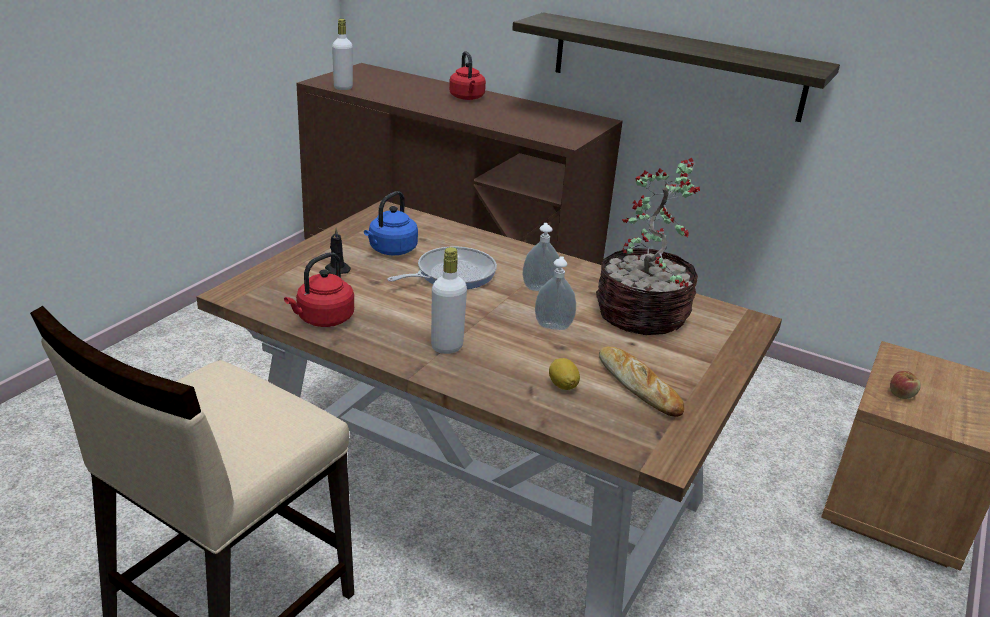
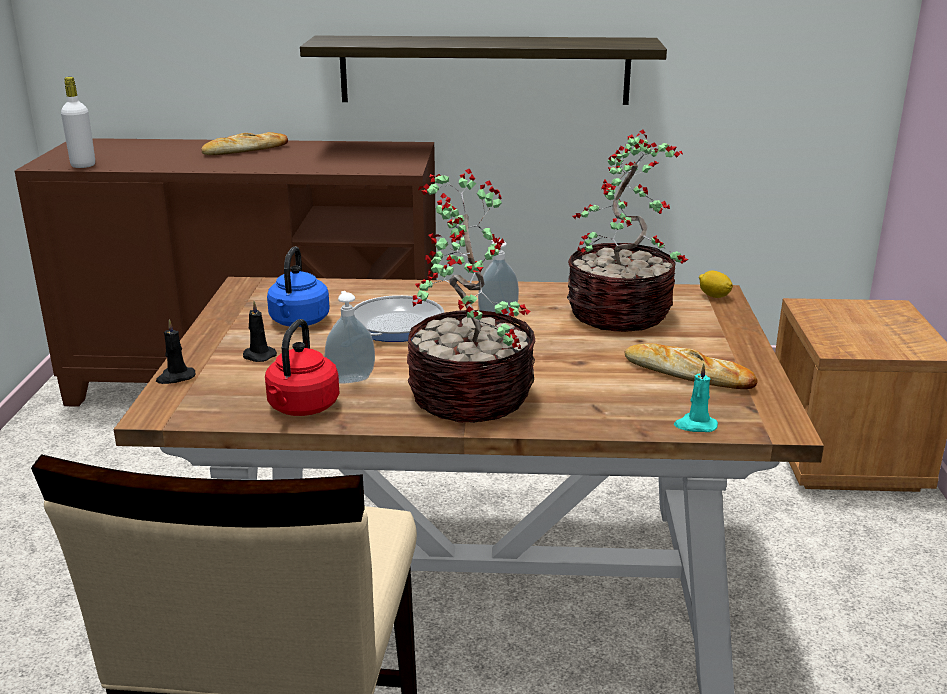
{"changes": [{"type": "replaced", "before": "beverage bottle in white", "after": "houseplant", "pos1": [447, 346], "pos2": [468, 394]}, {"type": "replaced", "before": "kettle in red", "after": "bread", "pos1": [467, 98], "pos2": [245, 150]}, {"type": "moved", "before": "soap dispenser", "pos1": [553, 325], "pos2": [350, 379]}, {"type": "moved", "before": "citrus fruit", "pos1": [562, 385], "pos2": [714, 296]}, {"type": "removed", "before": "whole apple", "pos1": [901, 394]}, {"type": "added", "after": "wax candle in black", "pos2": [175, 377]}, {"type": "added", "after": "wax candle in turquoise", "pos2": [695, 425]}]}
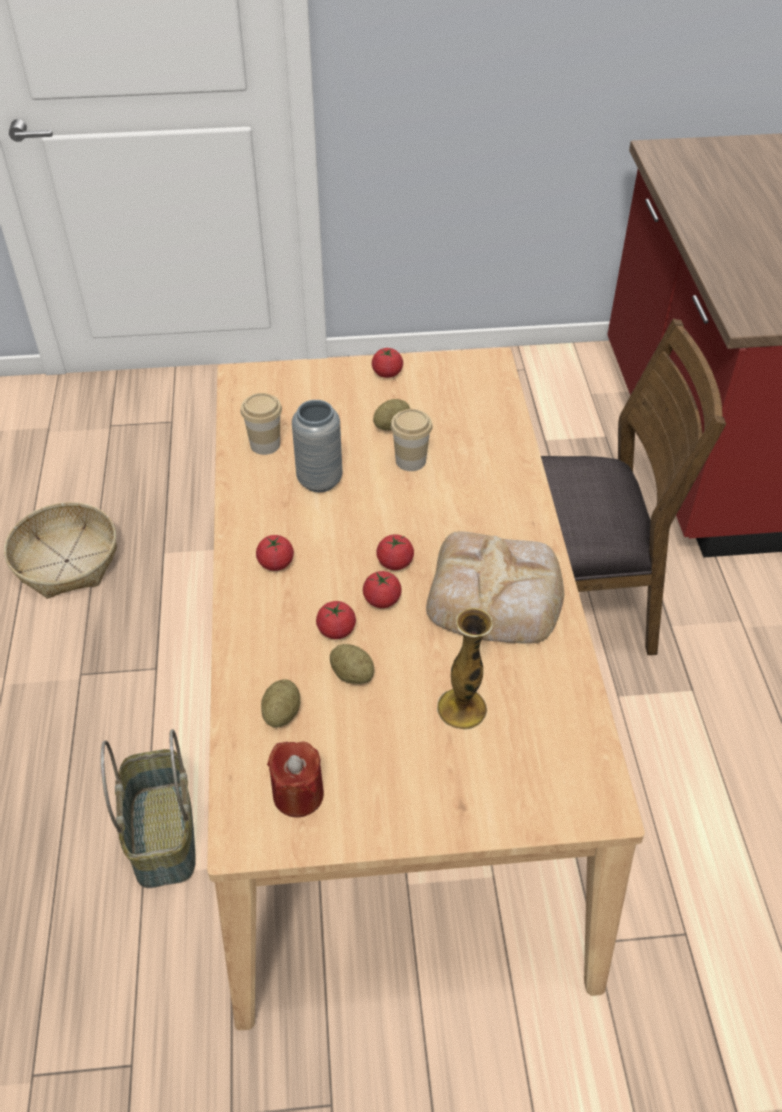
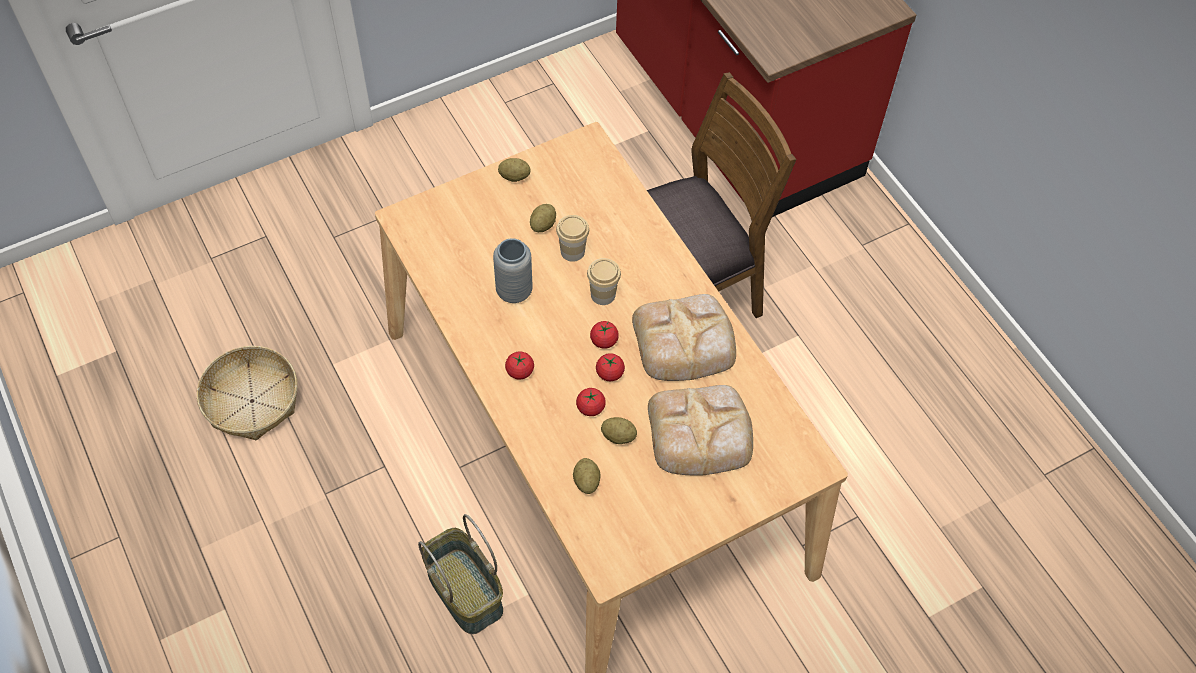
{"changes": [{"type": "moved", "before": "cup", "pos1": [265, 444], "pos2": [603, 294]}, {"type": "removed", "before": "wax candle in red", "pos1": [298, 794]}, {"type": "replaced", "before": "whole tomato", "after": "spud", "pos1": [387, 373], "pos2": [514, 177]}, {"type": "replaced", "before": "vase", "after": "bread", "pos1": [461, 709], "pos2": [701, 434]}]}
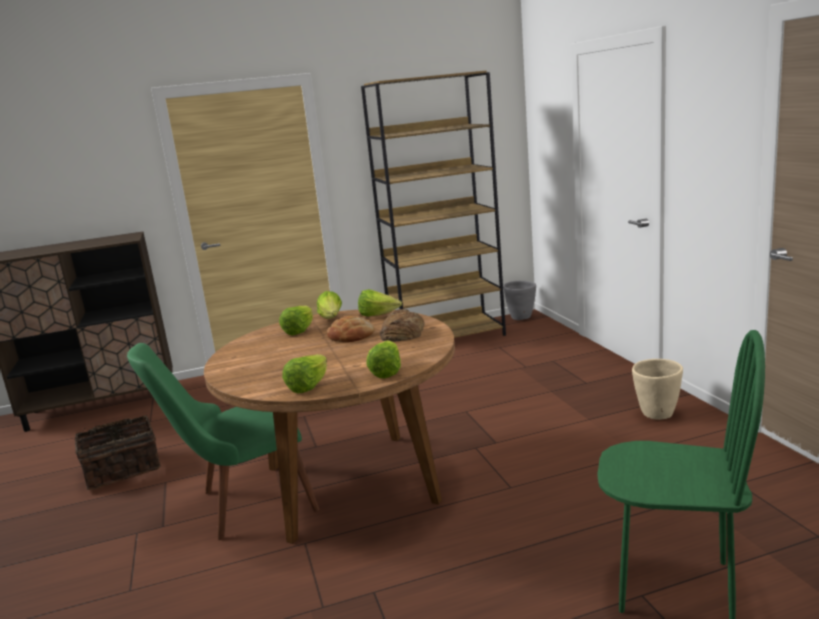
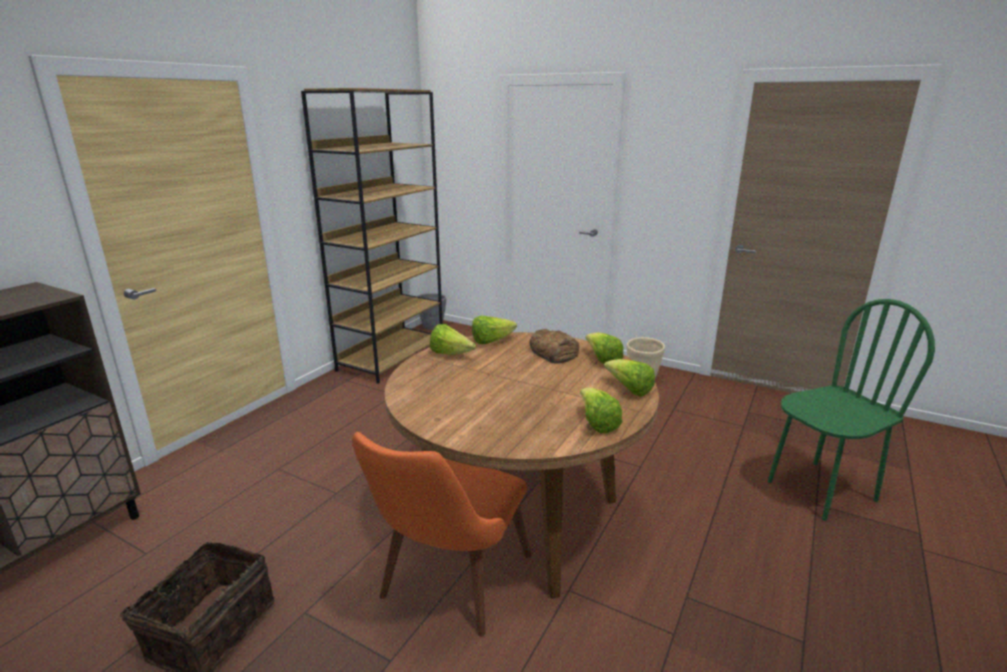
{"changes": [{"type": "recoloured", "before": "plain chair in greenish", "after": "plain chair in orange", "pos1": [242, 505], "pos2": [448, 589]}, {"type": "moved", "before": "lettuce", "pos1": [299, 331], "pos2": [602, 360]}, {"type": "removed", "before": "bread", "pos1": [351, 335]}]}
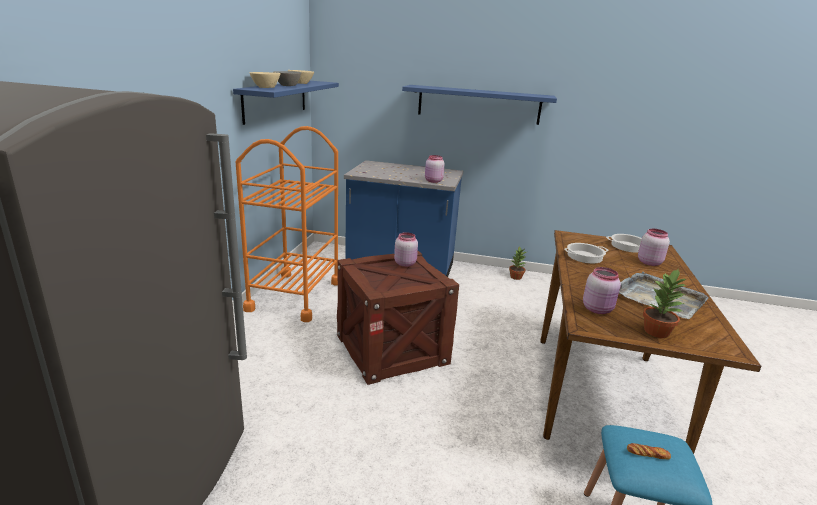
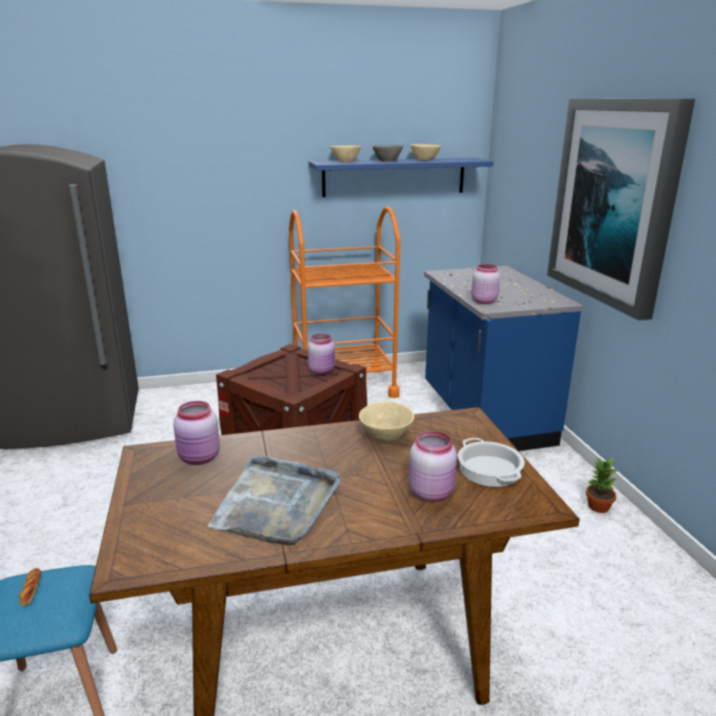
{"changes": [{"type": "replaced", "before": "shelf in bluish", "after": "picture", "pos1": [478, 104], "pos2": [614, 202]}, {"type": "replaced", "before": "saucepot", "after": "bowl in beige", "pos1": [584, 257], "pos2": [384, 437]}, {"type": "removed", "before": "houseplant", "pos1": [657, 332]}]}
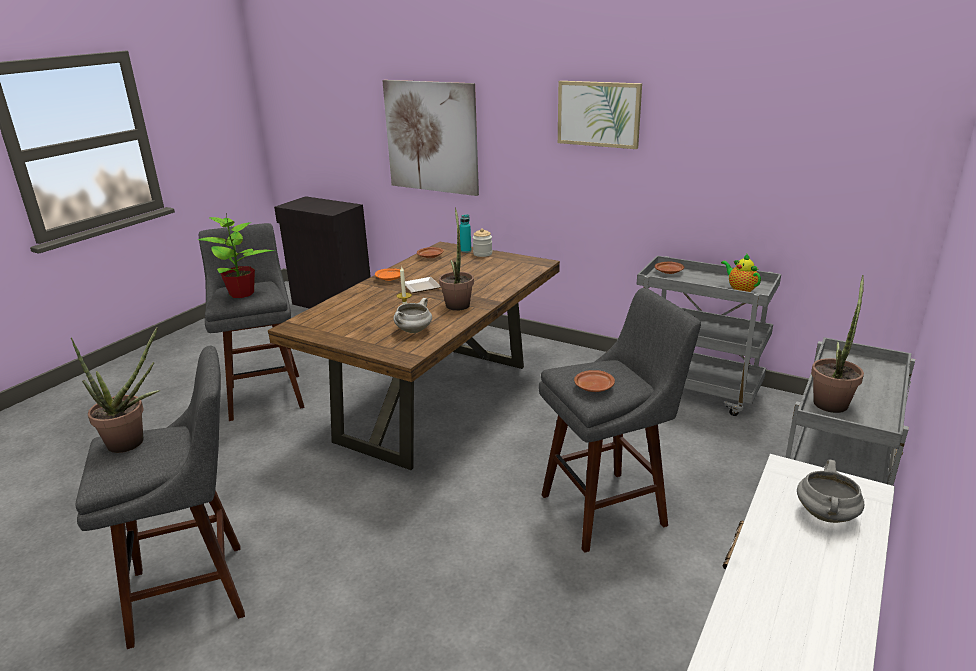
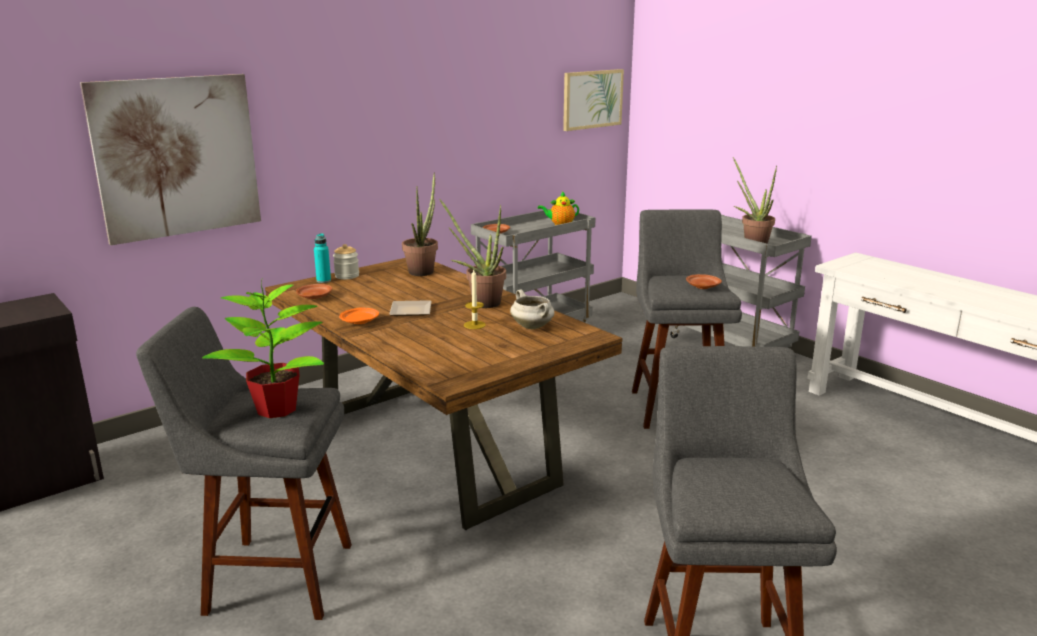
{"changes": [{"type": "moved", "before": "houseplant", "pos1": [134, 443], "pos2": [423, 270]}, {"type": "moved", "before": "picture", "pos1": [599, 114], "pos2": [592, 99]}, {"type": "removed", "before": "saucepot in gray", "pos1": [826, 516]}]}
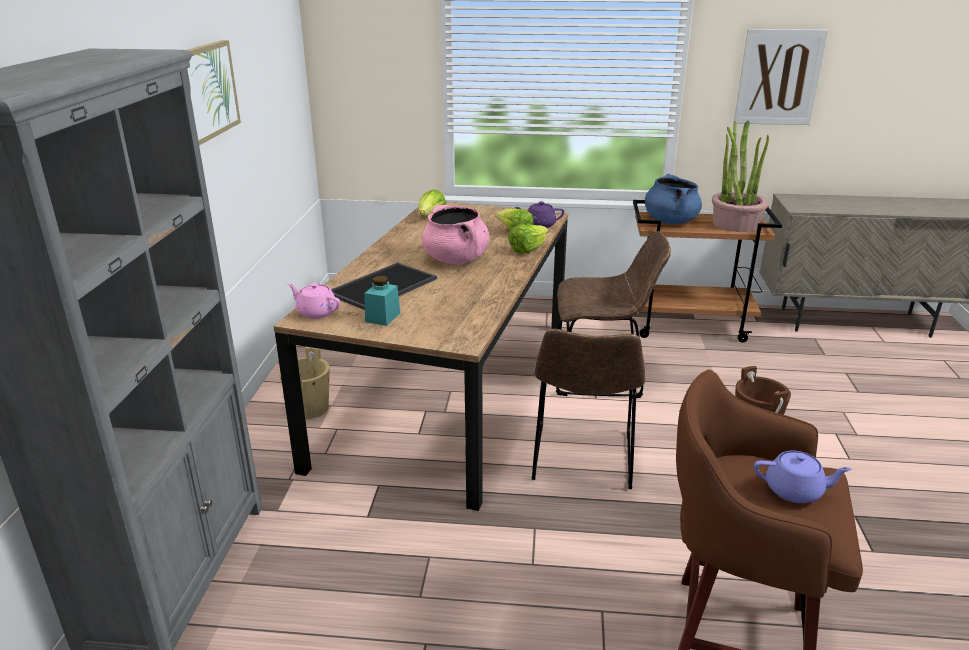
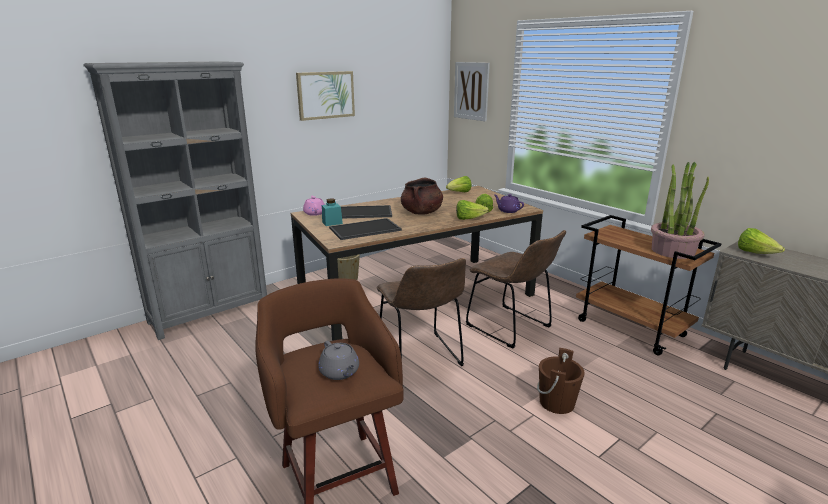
{"changes": [{"type": "recoloured", "before": "saucepot in pink", "after": "saucepot in brown", "pos1": [456, 260], "pos2": [421, 212]}, {"type": "turned", "before": "plain chair in brown", "pos1": [582, 460], "pos2": [421, 358], "turn": -75}, {"type": "removed", "before": "saucepot in bluish", "pos1": [670, 221]}, {"type": "moved", "before": "picture", "pos1": [778, 77], "pos2": [471, 91]}, {"type": "recoloured", "before": "teapot in purple", "after": "teapot in gray", "pos1": [795, 491], "pos2": [340, 372]}, {"type": "added", "after": "carrying tray", "pos2": [365, 230]}, {"type": "added", "after": "lettuce", "pos2": [755, 253]}]}
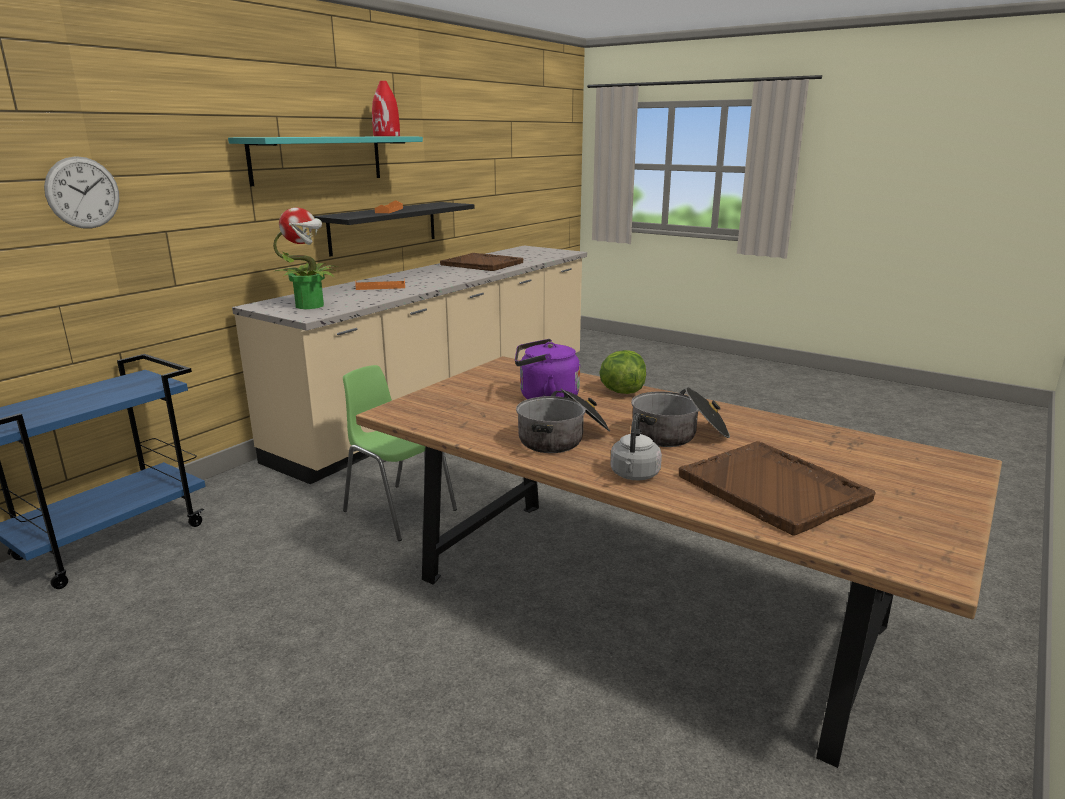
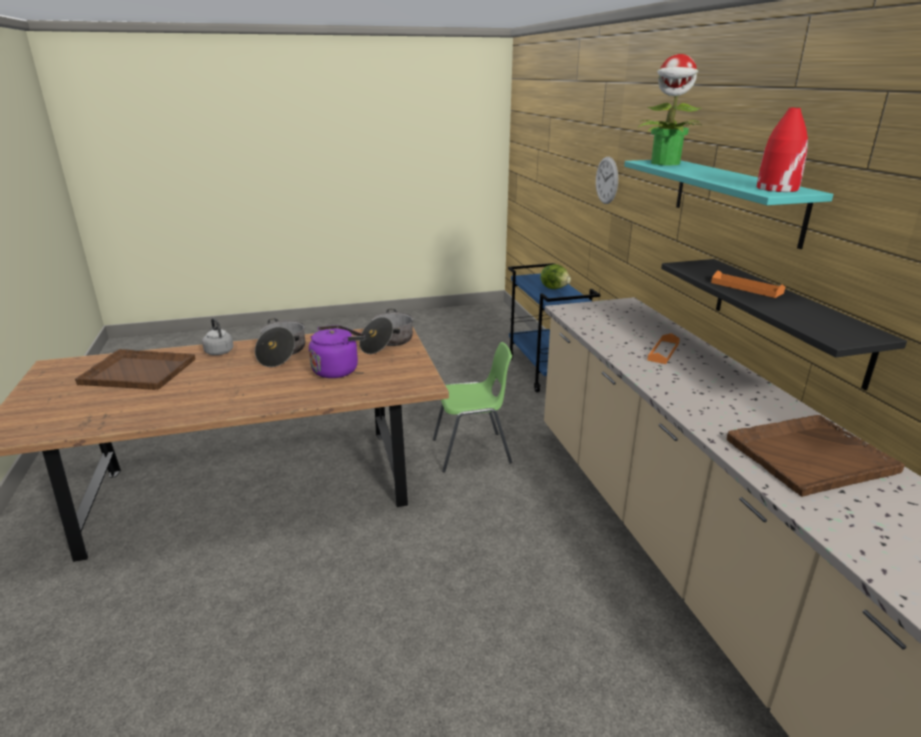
{"changes": [{"type": "moved", "before": "houseplant", "pos1": [311, 305], "pos2": [665, 163]}, {"type": "moved", "before": "lettuce", "pos1": [621, 391], "pos2": [554, 288]}, {"type": "moved", "before": "saucepot", "pos1": [678, 435], "pos2": [387, 343]}]}
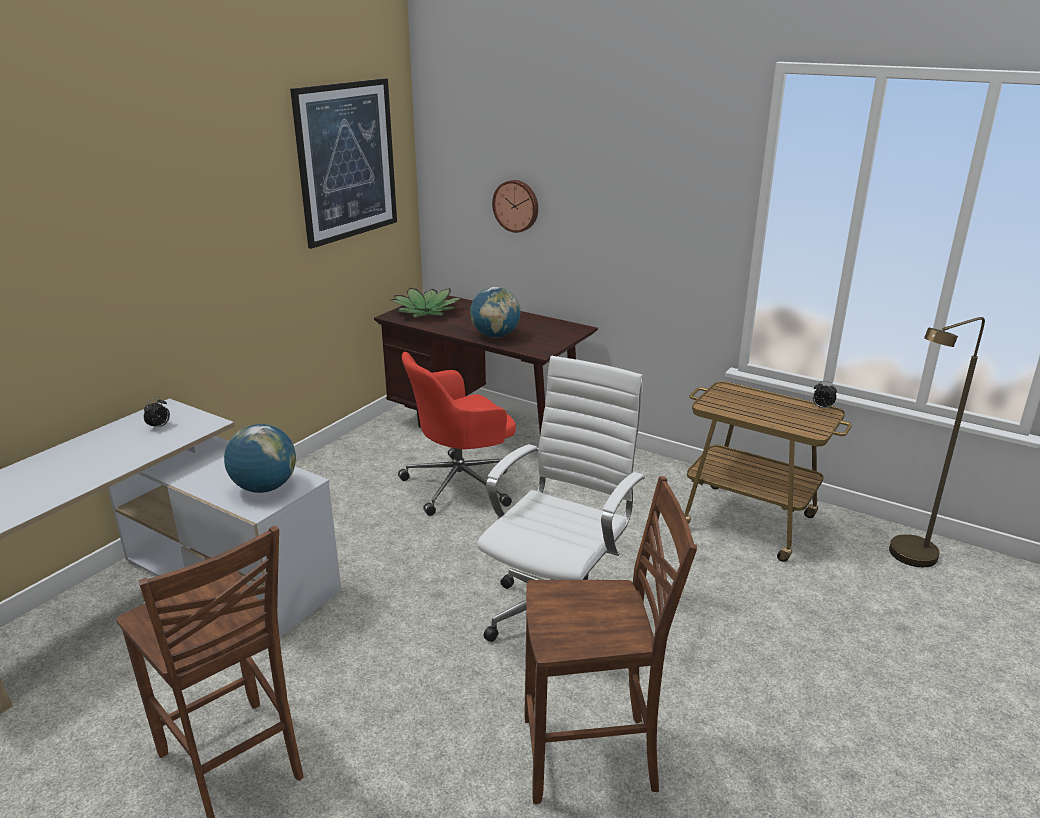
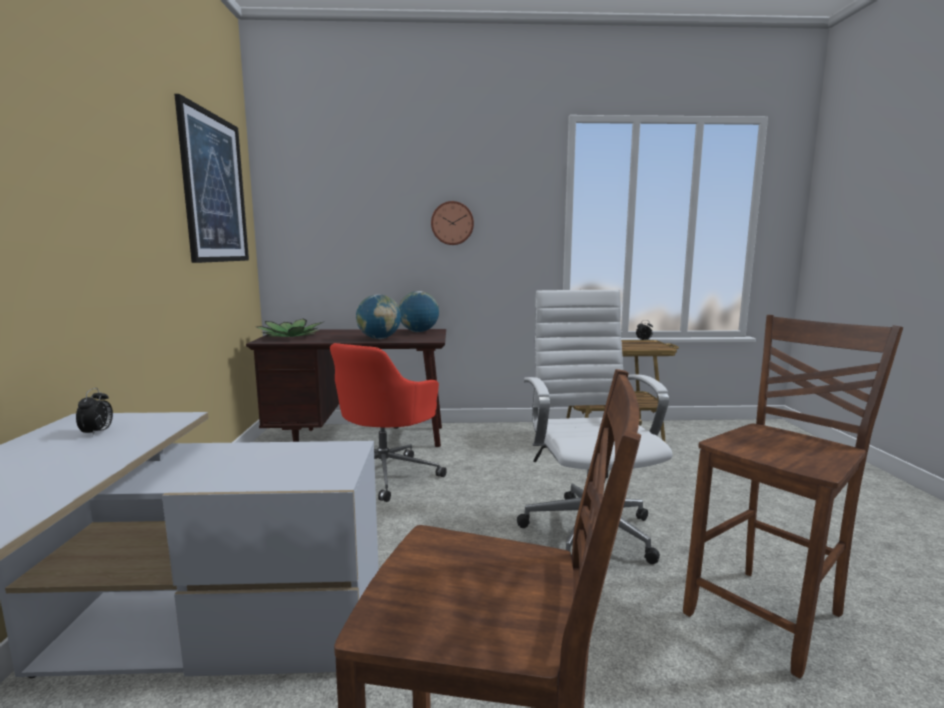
{"changes": [{"type": "moved", "before": "desk globe", "pos1": [265, 488], "pos2": [419, 332]}, {"type": "moved", "before": "wall clock", "pos1": [516, 205], "pos2": [452, 223]}, {"type": "removed", "before": "standard lamp in brown", "pos1": [906, 559]}]}
